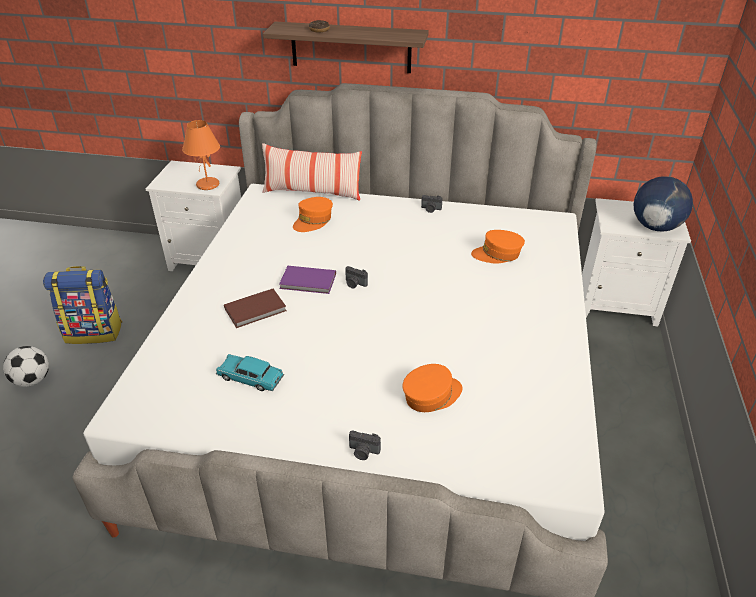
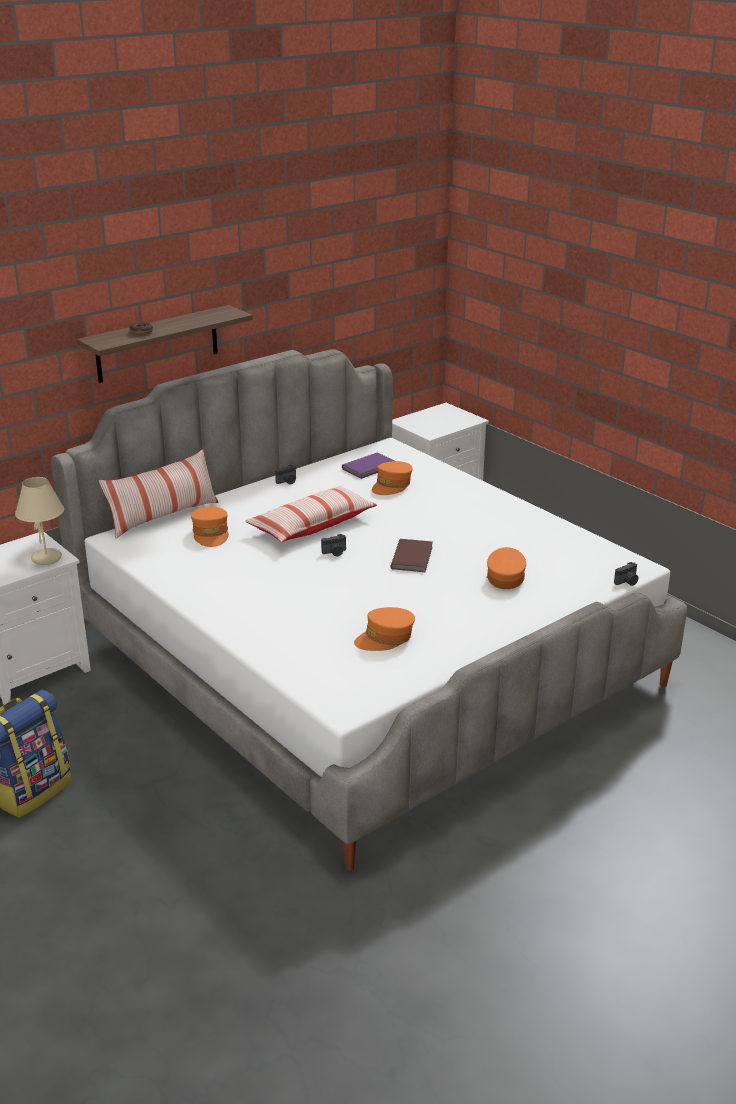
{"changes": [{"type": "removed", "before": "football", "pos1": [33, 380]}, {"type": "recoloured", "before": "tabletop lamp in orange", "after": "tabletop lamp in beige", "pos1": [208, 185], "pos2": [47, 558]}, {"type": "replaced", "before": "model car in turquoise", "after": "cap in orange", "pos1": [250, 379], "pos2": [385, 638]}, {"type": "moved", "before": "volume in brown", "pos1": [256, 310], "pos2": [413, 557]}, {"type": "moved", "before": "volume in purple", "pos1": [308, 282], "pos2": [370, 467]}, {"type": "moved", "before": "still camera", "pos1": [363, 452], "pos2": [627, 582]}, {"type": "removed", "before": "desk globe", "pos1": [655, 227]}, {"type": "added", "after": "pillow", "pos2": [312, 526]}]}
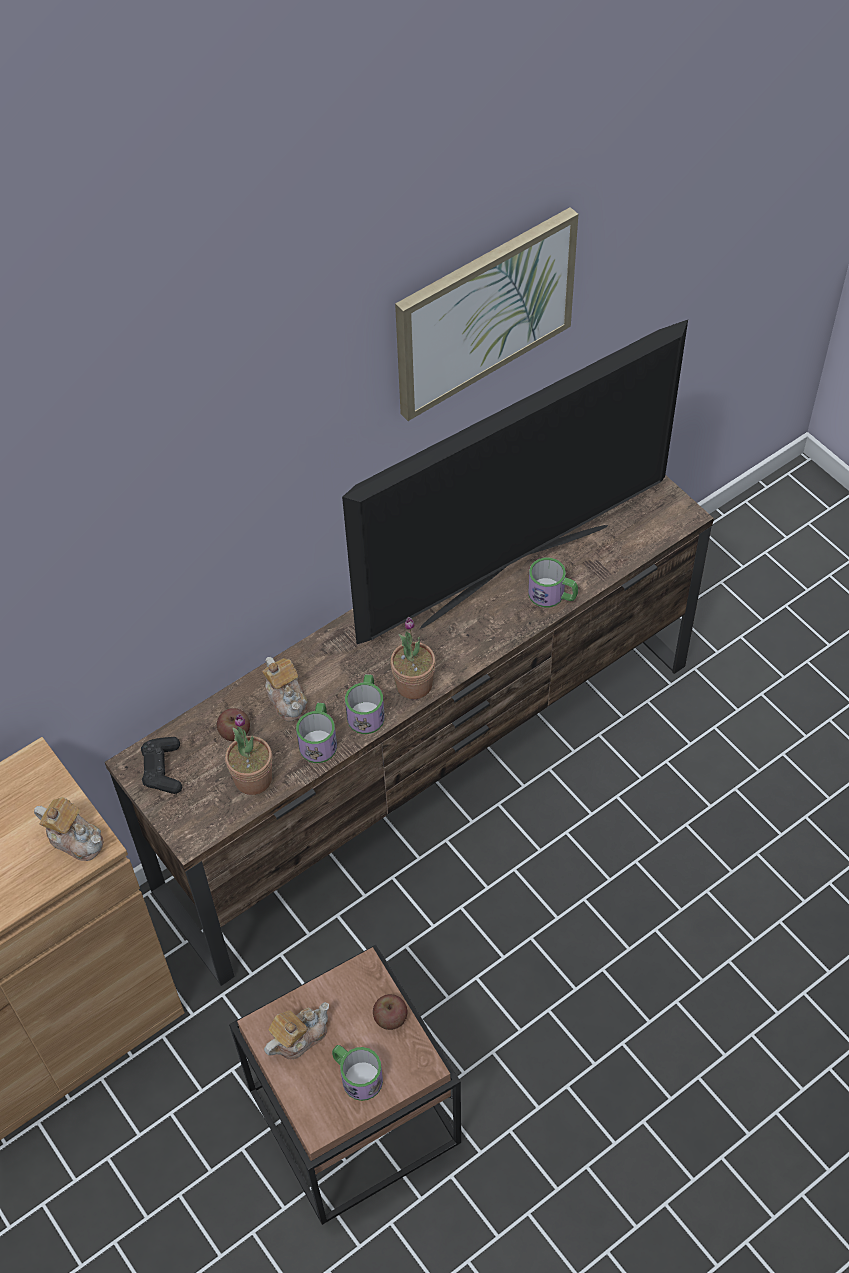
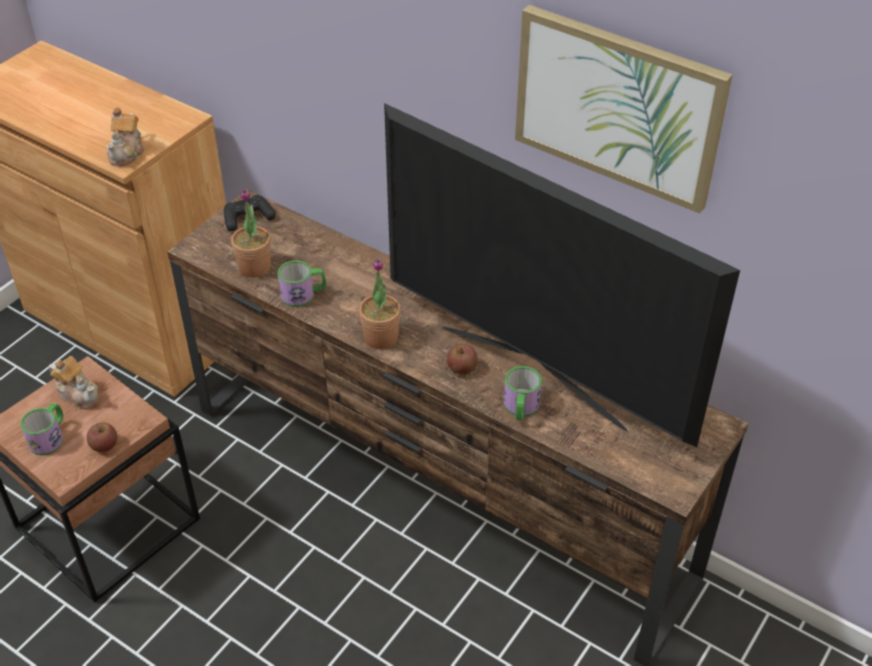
{"changes": [{"type": "moved", "before": "whole apple", "pos1": [235, 732], "pos2": [462, 368]}, {"type": "removed", "before": "teapot", "pos1": [287, 698]}, {"type": "removed", "before": "coffee mug", "pos1": [367, 711]}]}
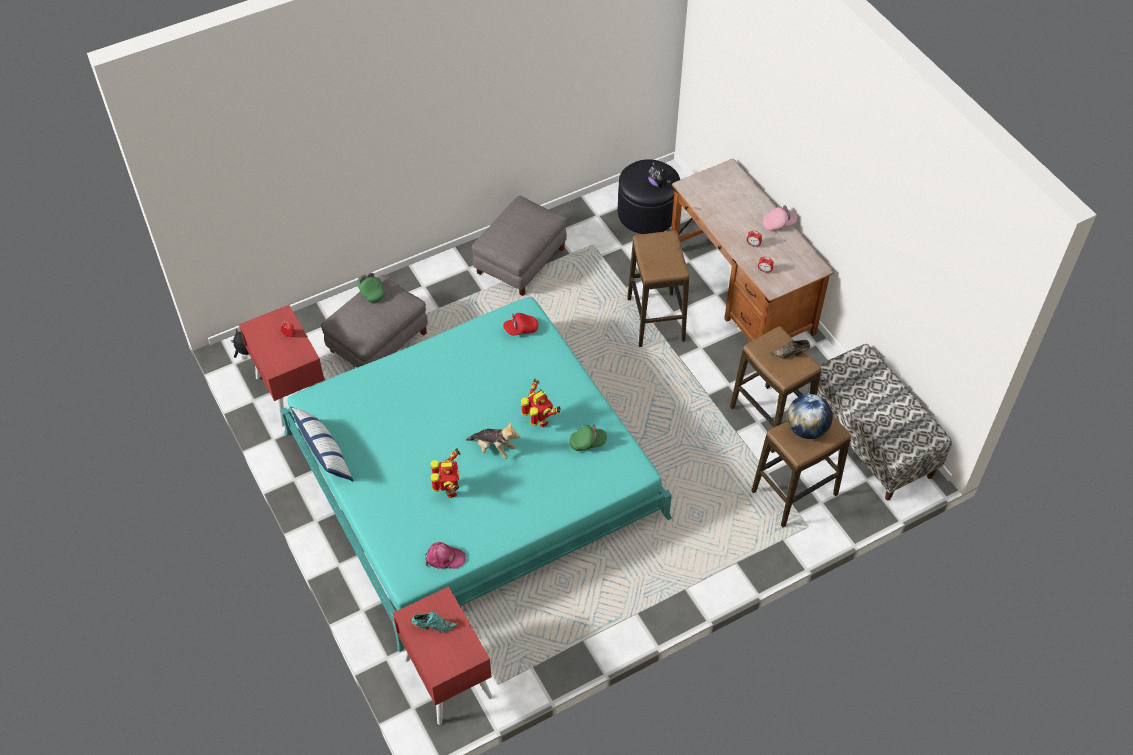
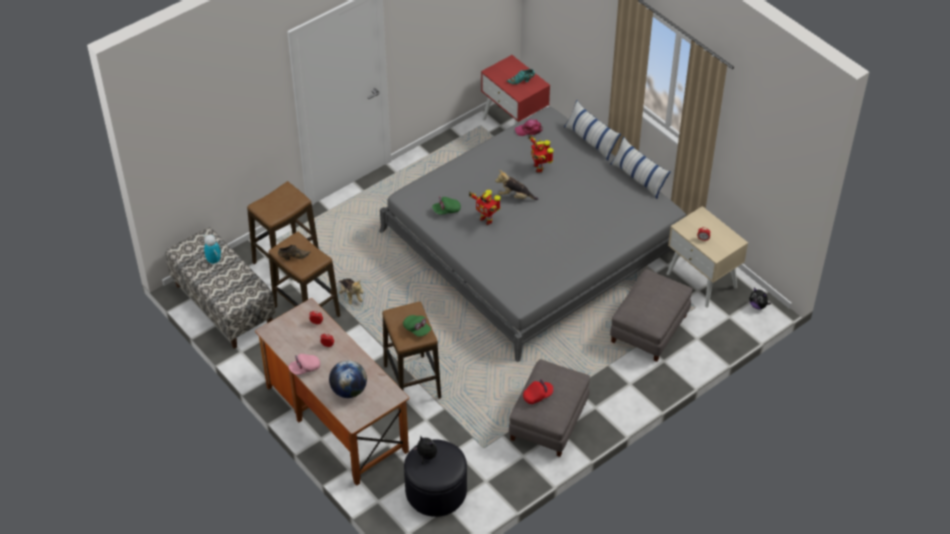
{"changes": [{"type": "recoloured", "before": "nightstand in red", "after": "nightstand in beige", "pos1": [292, 391], "pos2": [702, 280]}, {"type": "recoloured", "before": "bedroom bed in turquoise", "after": "bedroom bed in gray", "pos1": [474, 475], "pos2": [534, 240]}, {"type": "moved", "before": "cap in greenish", "pos1": [371, 292], "pos2": [417, 329]}, {"type": "moved", "before": "cap in red", "pos1": [521, 329], "pos2": [538, 396]}, {"type": "moved", "before": "desk globe", "pos1": [806, 429], "pos2": [349, 390]}, {"type": "added", "after": "robot figure", "pos2": [214, 261]}, {"type": "added", "after": "soft toy", "pos2": [350, 296]}, {"type": "added", "after": "pillow", "pos2": [590, 140]}]}
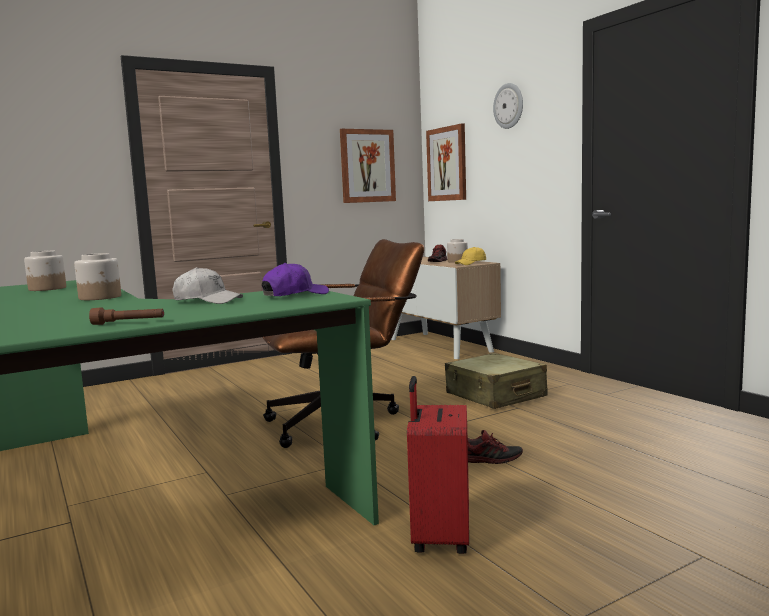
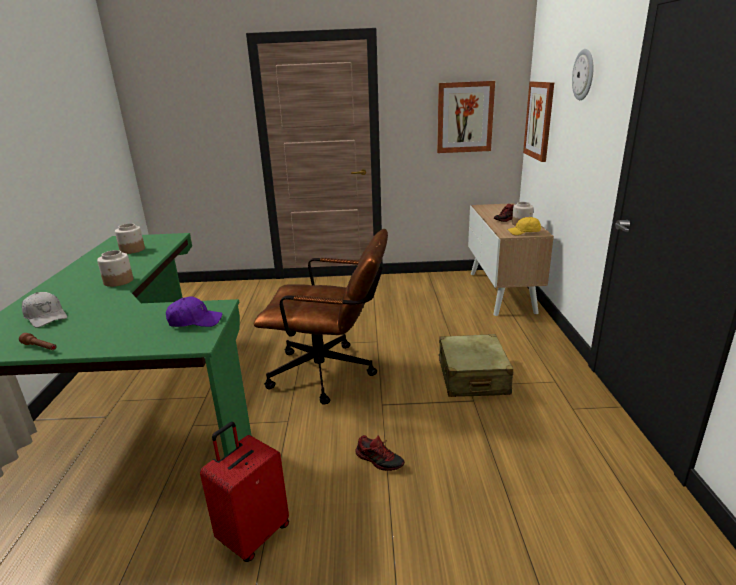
{"changes": [{"type": "moved", "before": "cap in white", "pos1": [207, 300], "pos2": [46, 316]}]}
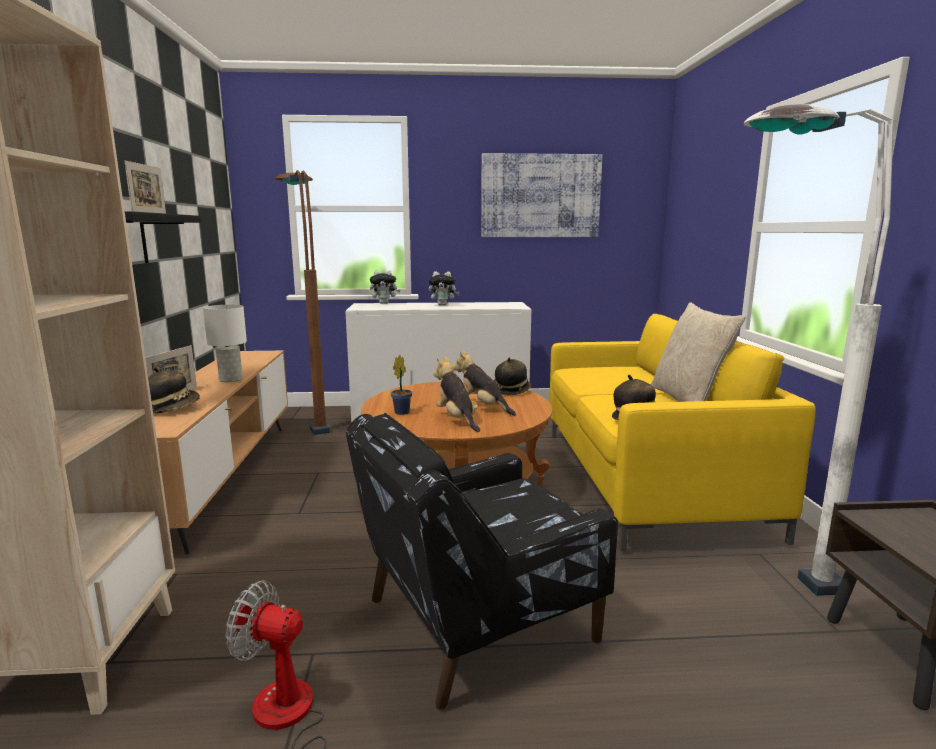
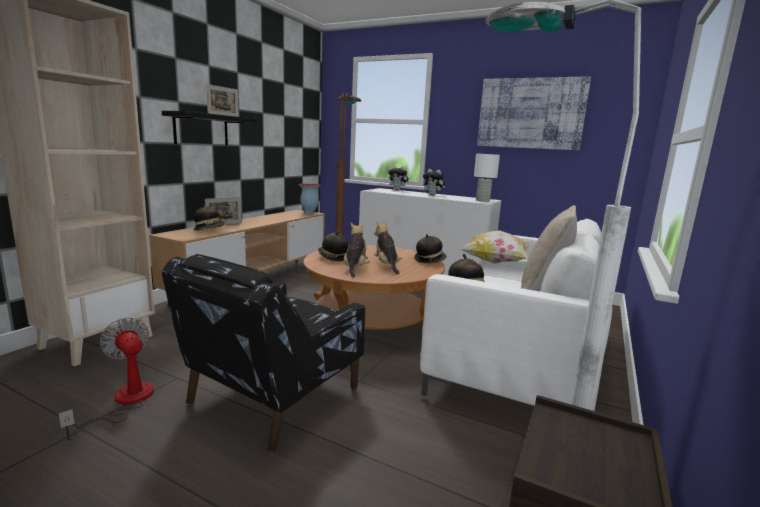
{"changes": [{"type": "moved", "before": "tabletop lamp in white", "pos1": [231, 379], "pos2": [483, 200]}, {"type": "turned", "before": "easy chair in black", "pos1": [476, 621], "pos2": [272, 397], "turn": -60}, {"type": "replaced", "before": "houseplant", "after": "hat", "pos1": [403, 412], "pos2": [333, 258]}, {"type": "recoloured", "before": "settee in yellow", "after": "settee in white", "pos1": [645, 480], "pos2": [520, 359]}, {"type": "added", "after": "vase", "pos2": [309, 213]}, {"type": "added", "after": "pillow", "pos2": [496, 262]}]}
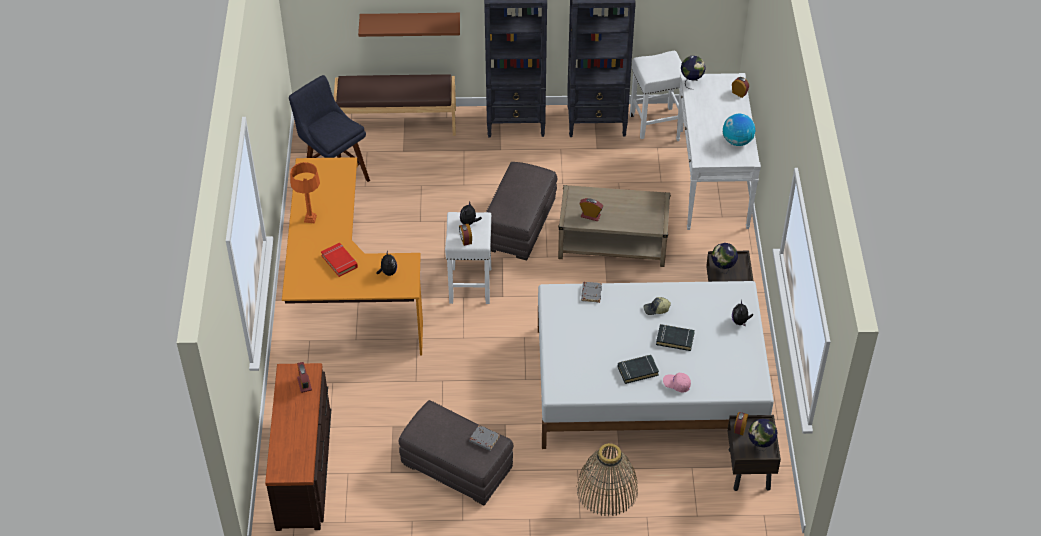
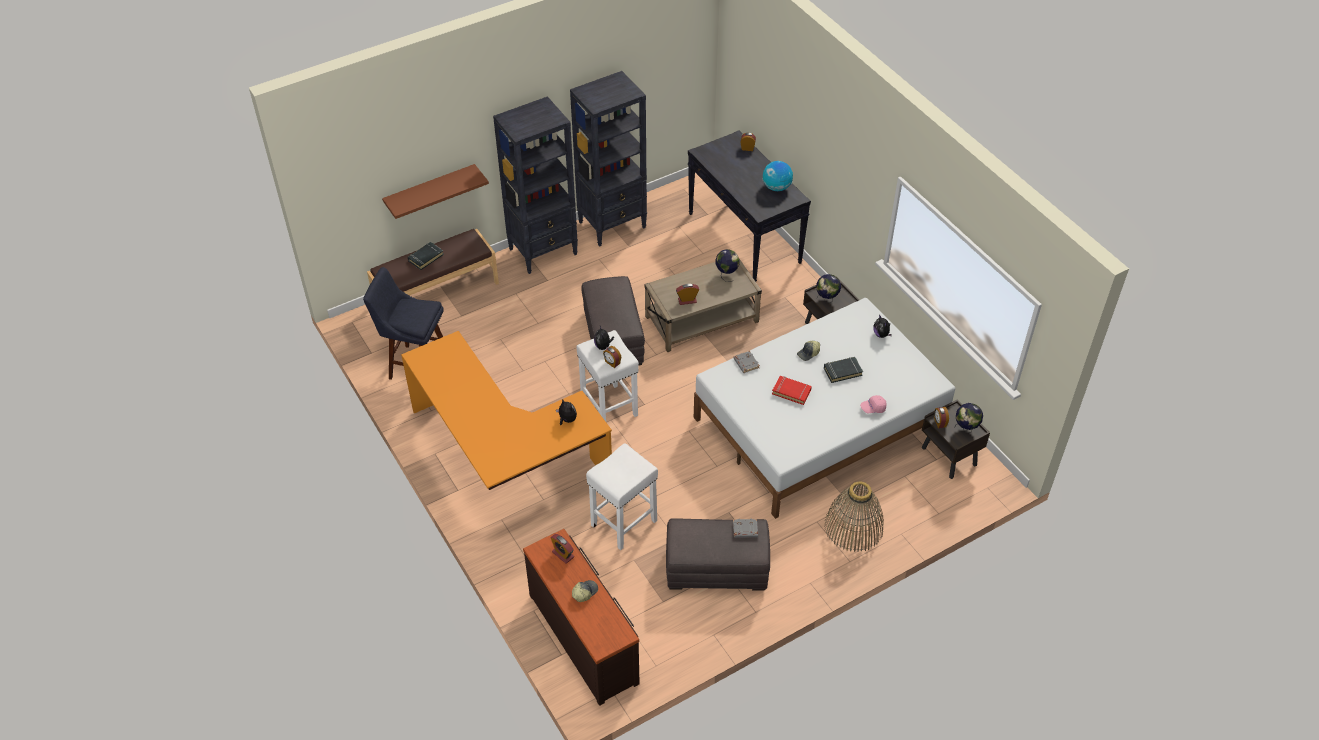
{"changes": [{"type": "removed", "before": "tabletop lamp in orange", "pos1": [310, 219]}, {"type": "moved", "before": "volume in red", "pos1": [339, 261], "pos2": [791, 392]}, {"type": "moved", "before": "volume in black", "pos1": [637, 371], "pos2": [425, 257]}, {"type": "moved", "before": "stool in white", "pos1": [655, 123], "pos2": [623, 524]}, {"type": "recoloured", "before": "console table in white", "after": "console table in black", "pos1": [712, 183], "pos2": [744, 238]}, {"type": "moved", "before": "desk globe", "pos1": [691, 82], "pos2": [726, 275]}, {"type": "added", "after": "cap", "pos2": [584, 592]}]}
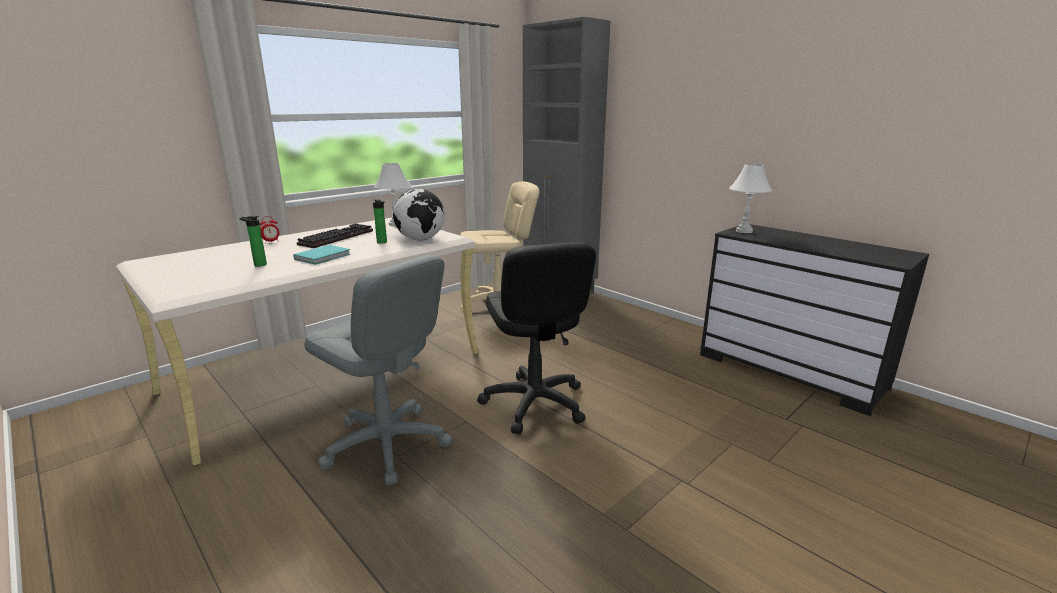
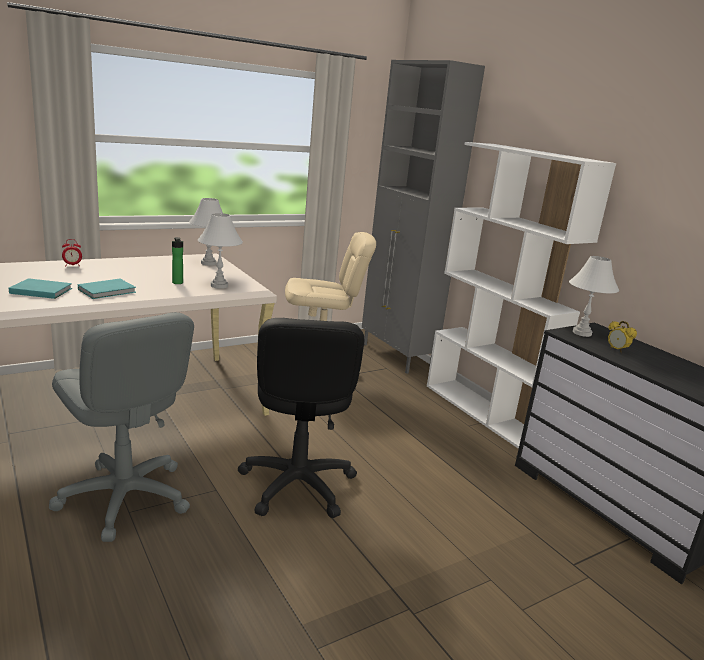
{"changes": [{"type": "replaced", "before": "beverage bottle", "after": "volume in turquoise", "pos1": [258, 265], "pos2": [40, 290]}, {"type": "removed", "before": "PC keyboard", "pos1": [336, 237]}, {"type": "replaced", "before": "desk globe", "after": "tabletop lamp in white", "pos1": [421, 239], "pos2": [219, 285]}, {"type": "added", "after": "bookcase in white", "pos2": [484, 412]}, {"type": "added", "after": "bedside clock", "pos2": [617, 350]}]}
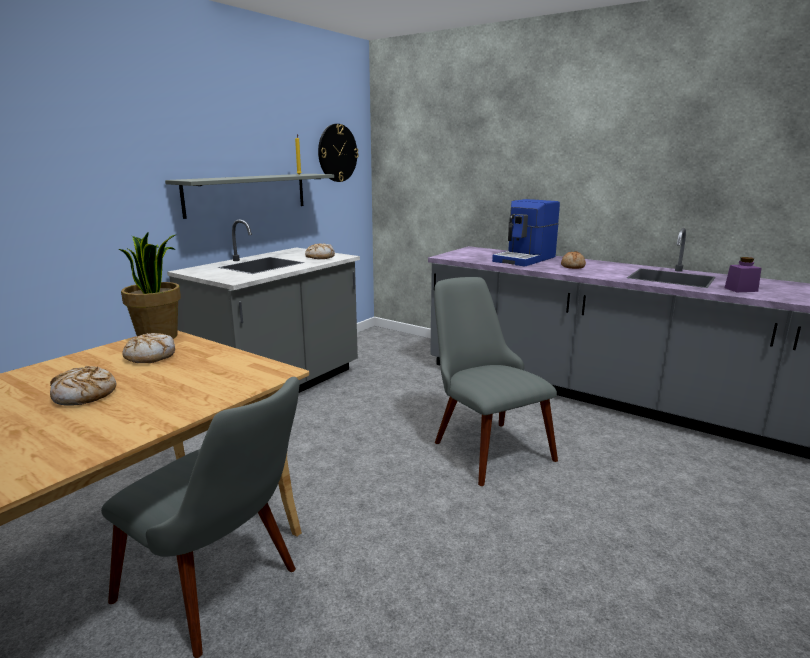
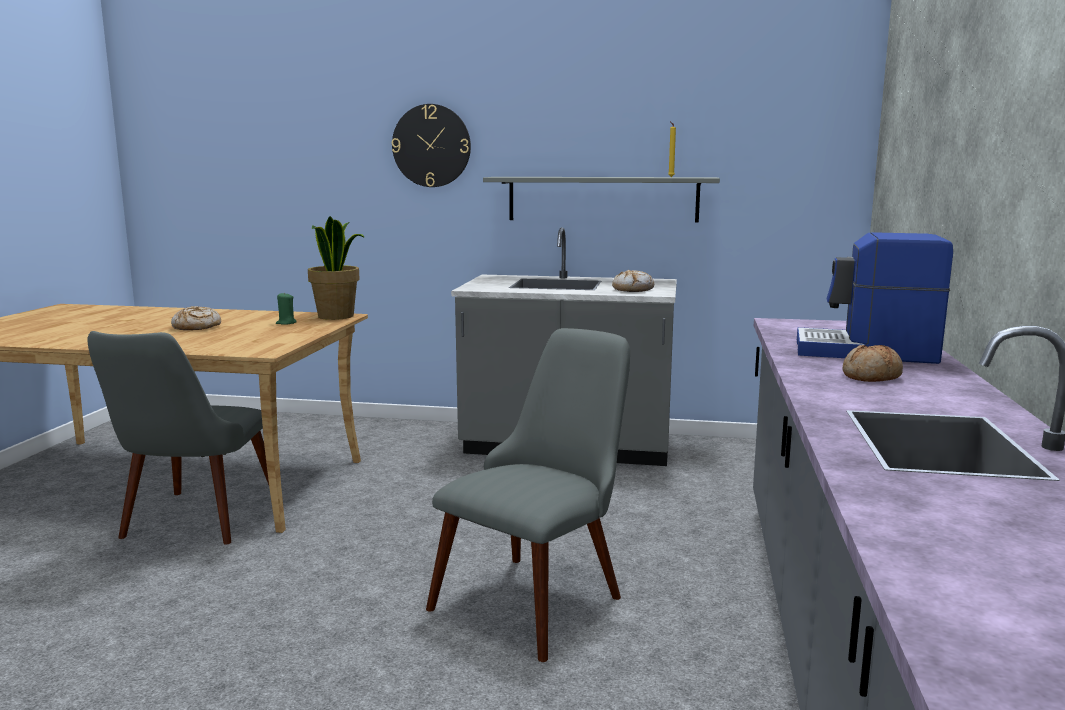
{"changes": [{"type": "replaced", "before": "bread", "after": "wax candle in greenish", "pos1": [150, 356], "pos2": [286, 323]}, {"type": "moved", "before": "wall clock", "pos1": [337, 153], "pos2": [431, 146]}, {"type": "removed", "before": "jar in purple", "pos1": [741, 289]}]}
